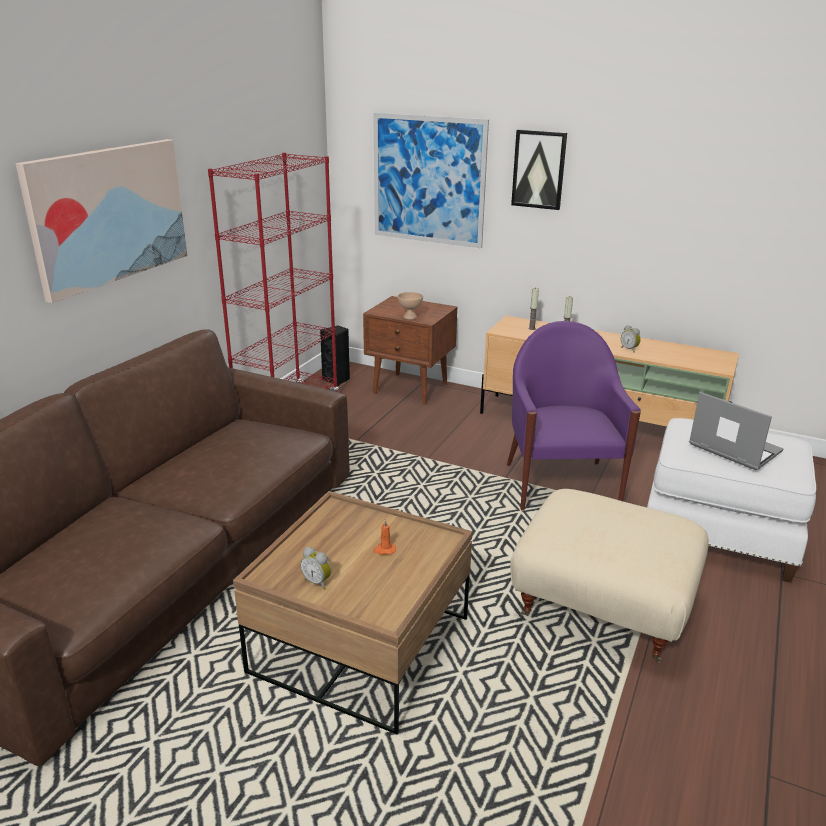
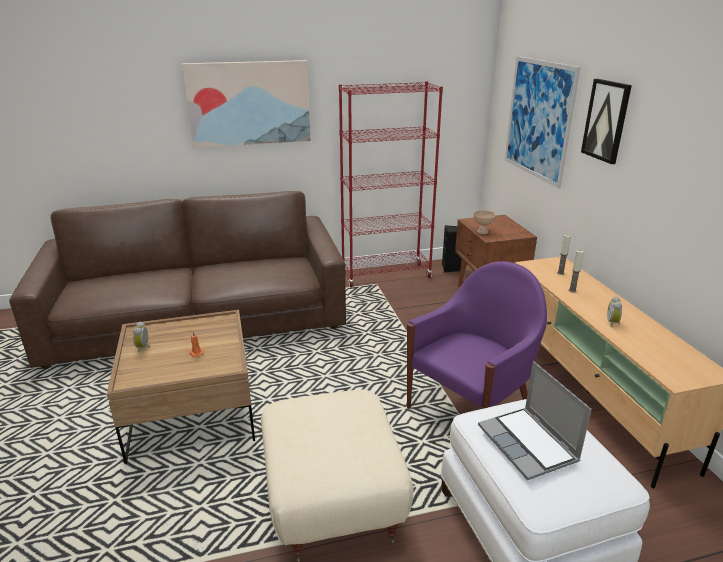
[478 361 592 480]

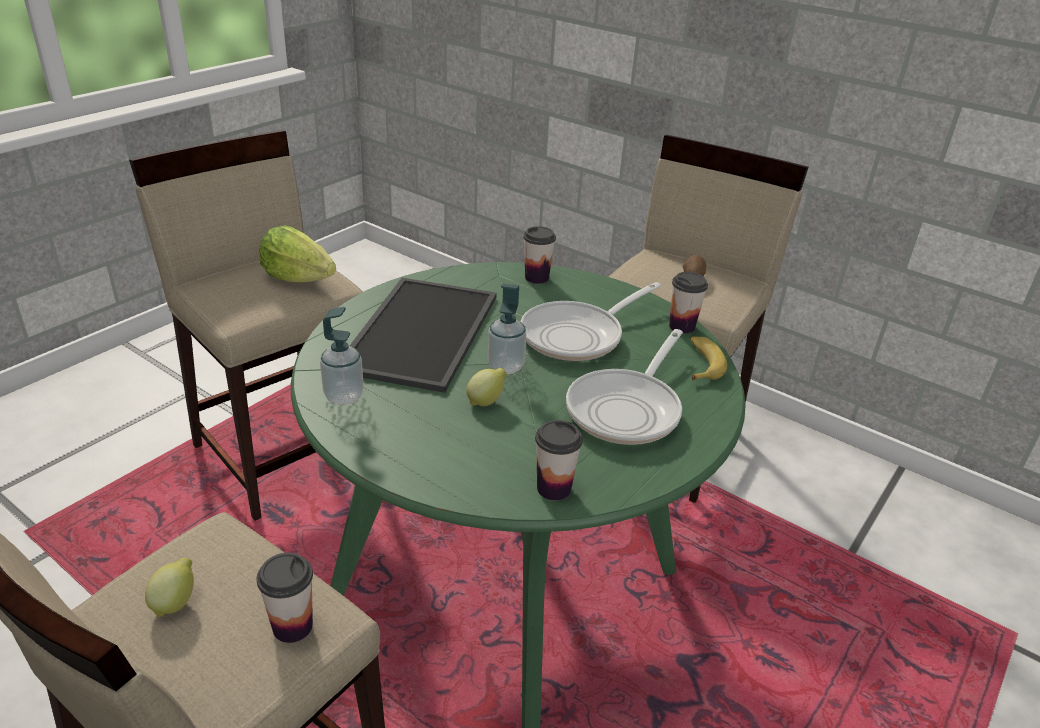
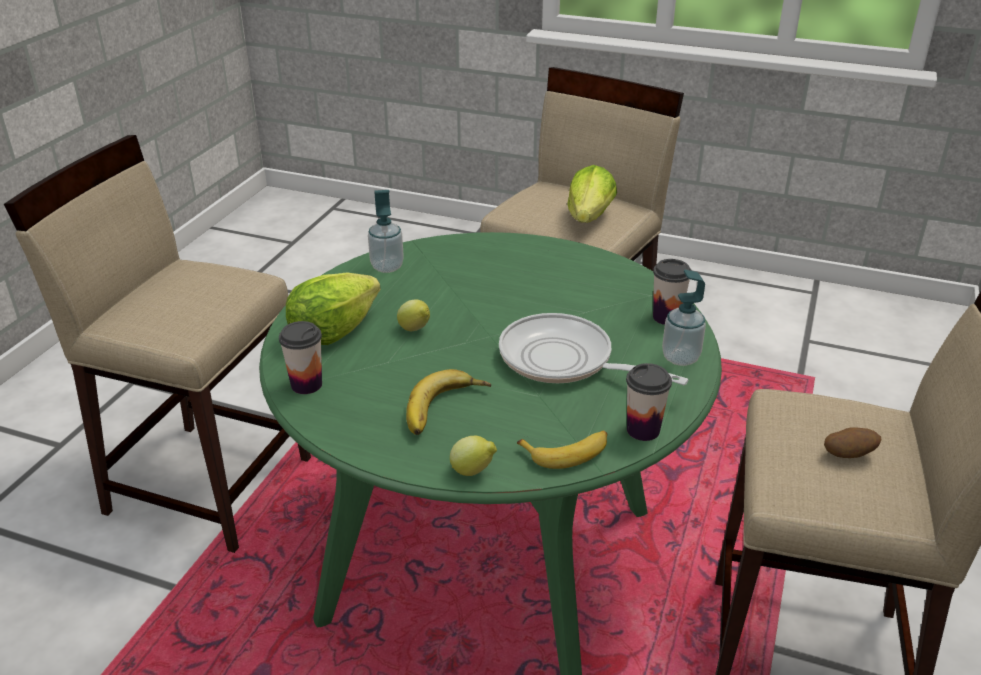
[257 553 313 643] (first image)
[350 278 497 393] (first image)
[286 272 381 345]
[450 436 497 476]
[662 270 706 366]
[406 369 491 435]

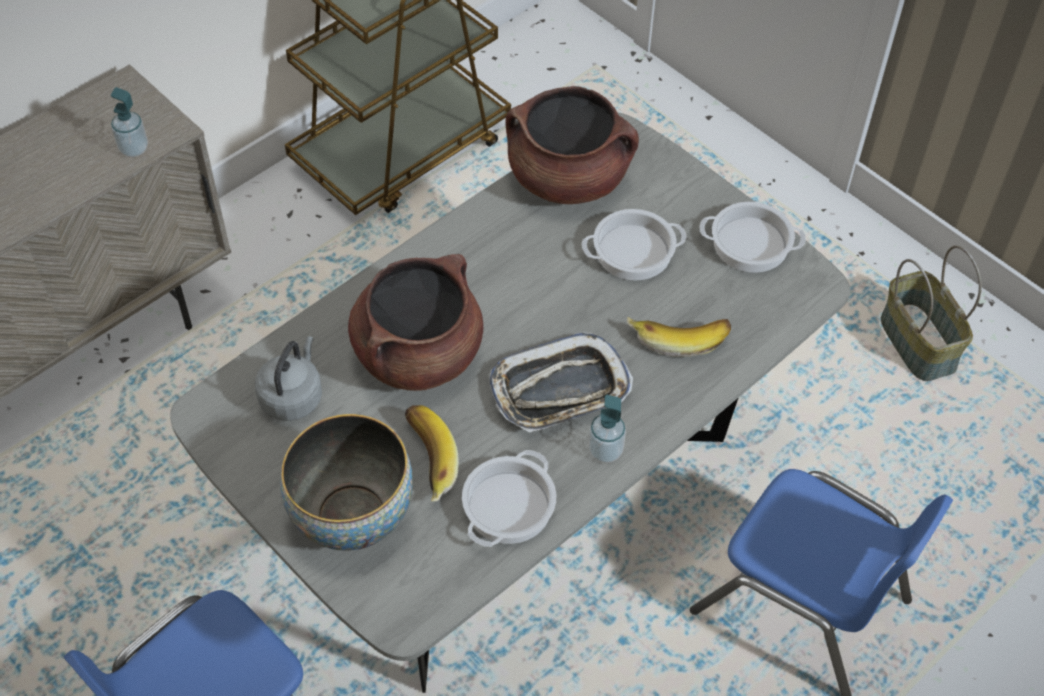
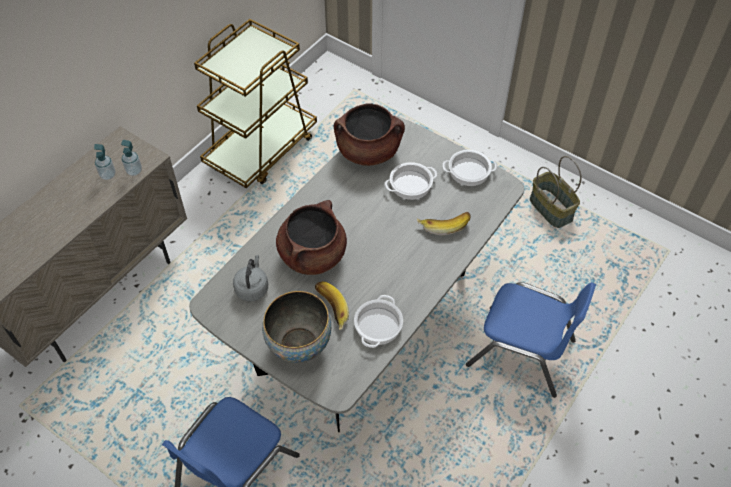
[489 332 633 433] (first image)
[94 144 116 180]

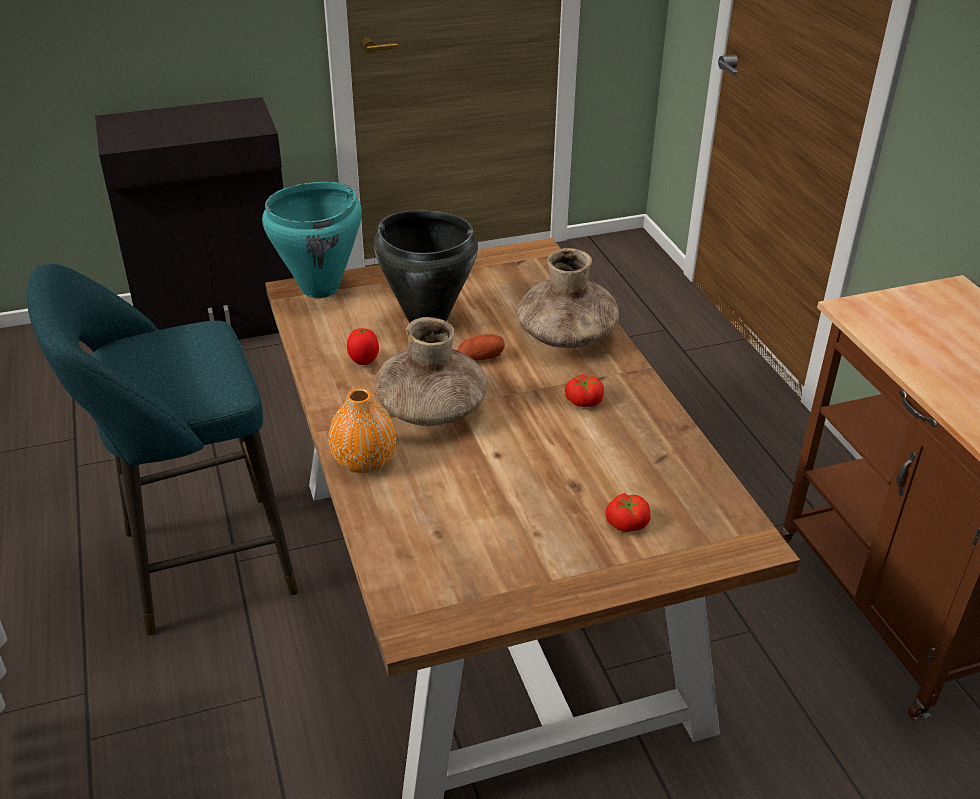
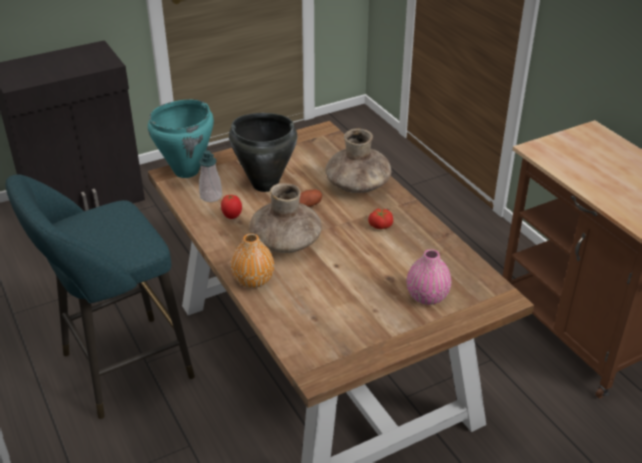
[199 150 222 202]
[406 249 451 305]

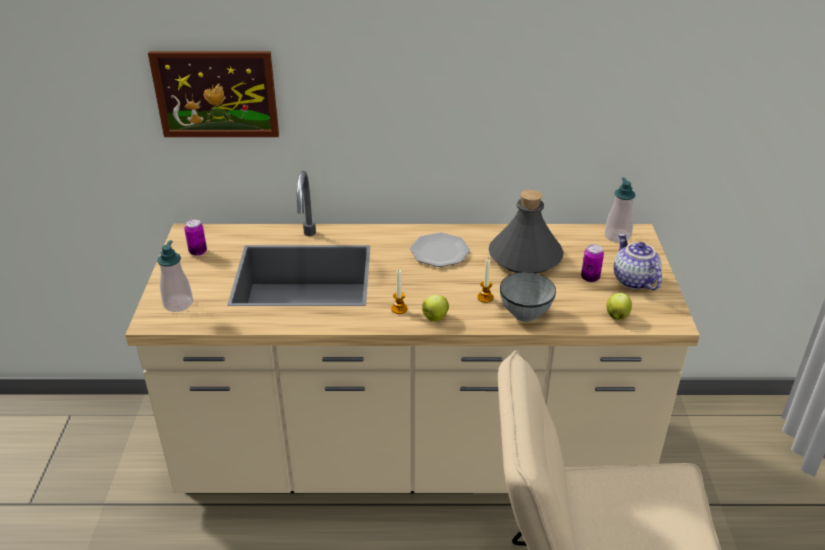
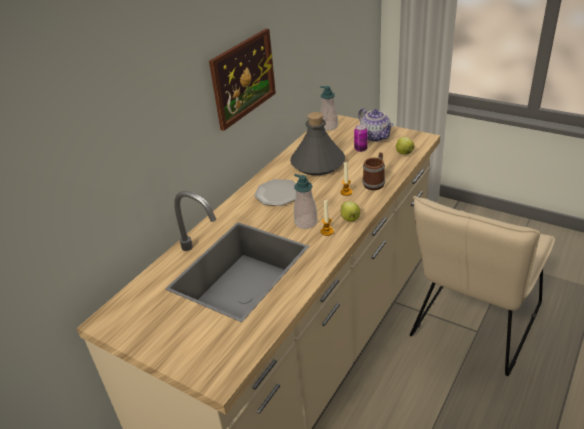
[184 219 207 256] (first image)
[209 29 276 131]
[294 174 317 229]
[362 152 385 190]
[358 108 393 142]

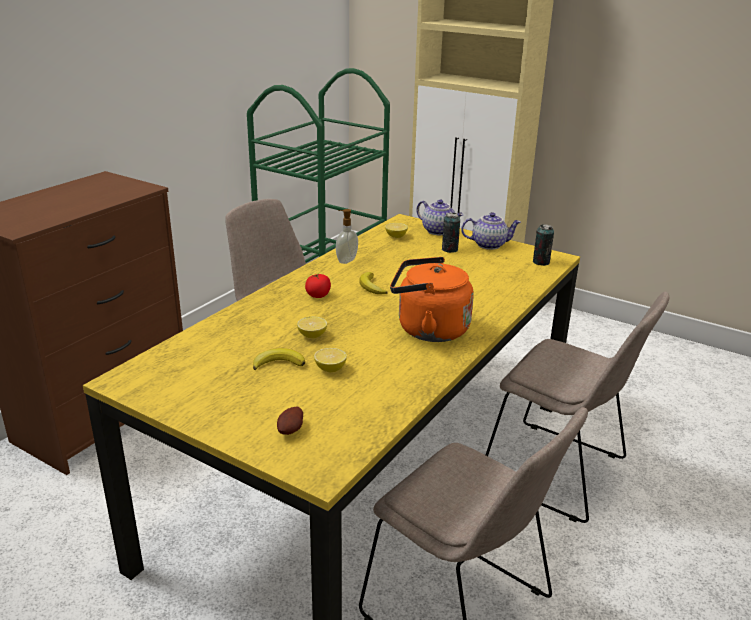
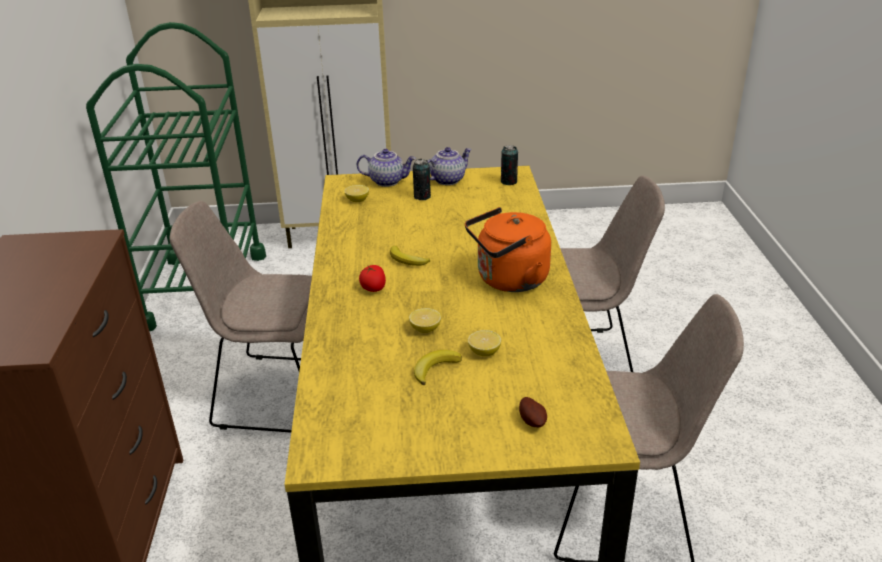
[336 209 358 264] (first image)

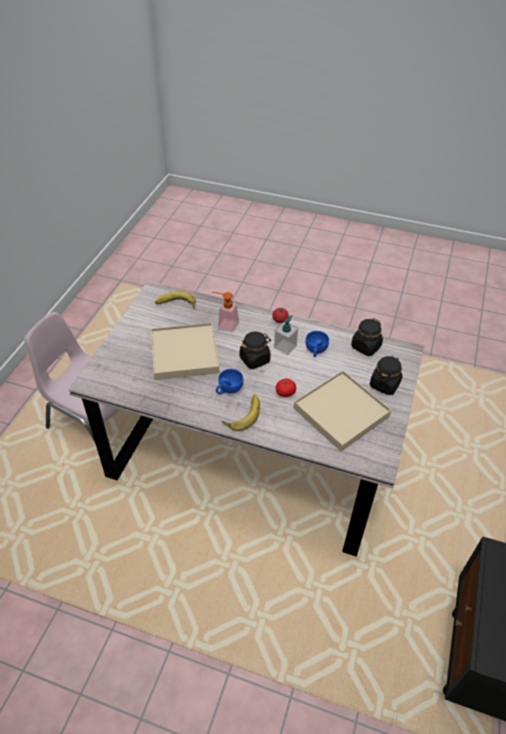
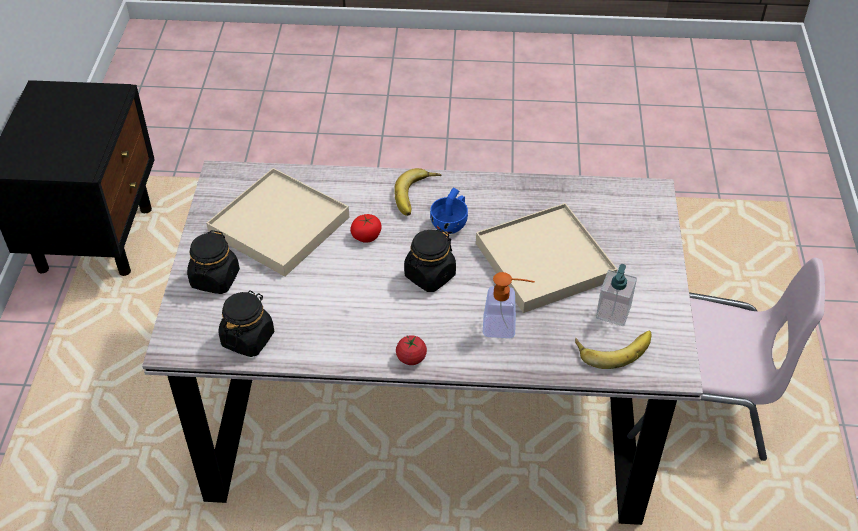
[305 331 329 357] (first image)
[596 264 637 326]

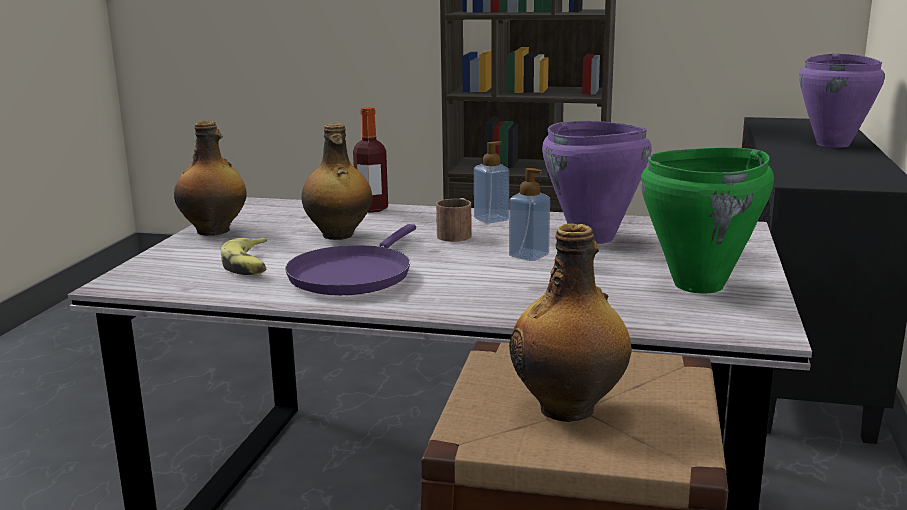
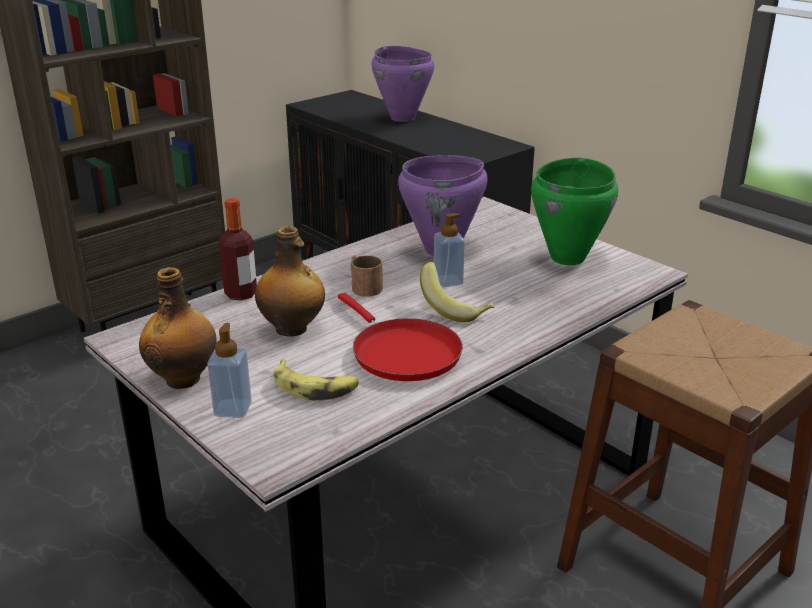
[509 223 632 422] (first image)
[420 262 495 322]
[207 323 252 418]
[338 293 463 381]

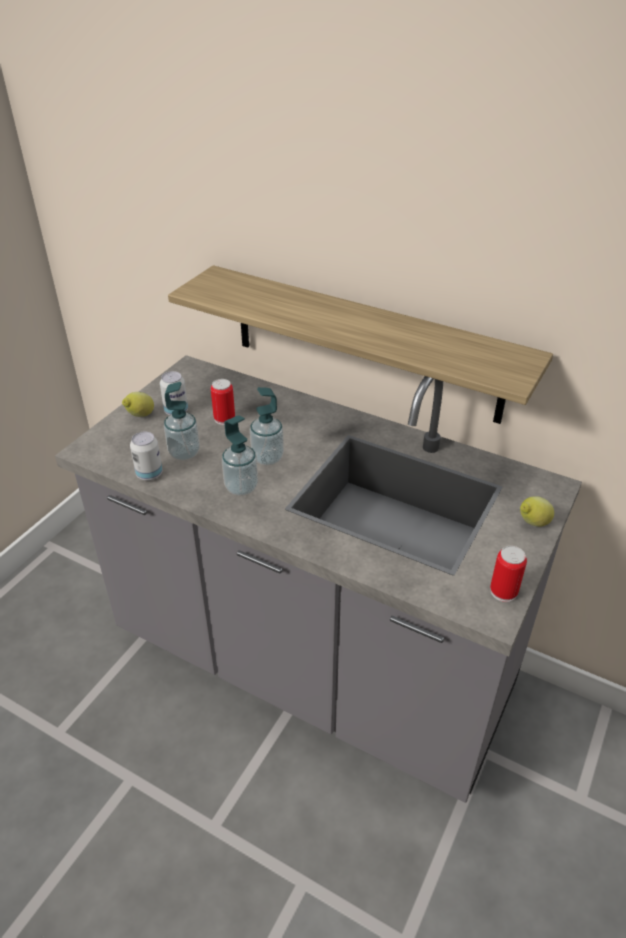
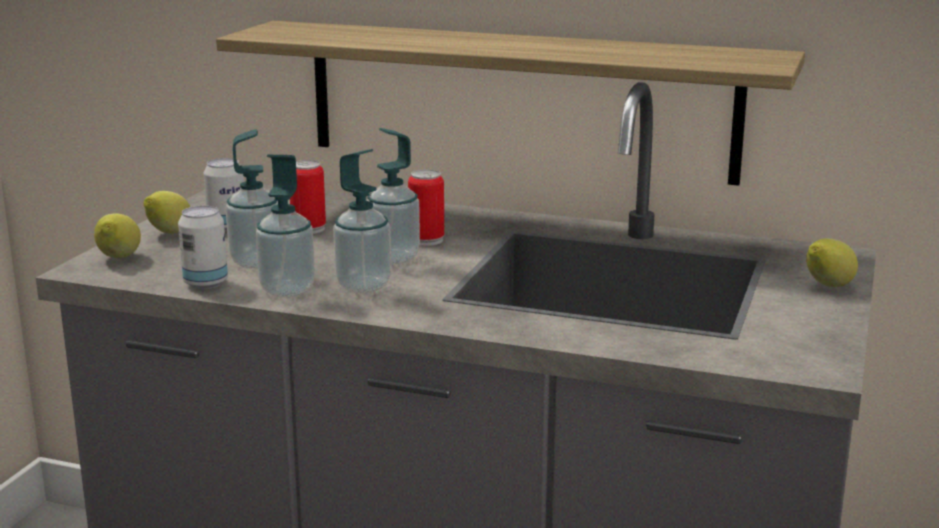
[94 213 141 258]
[256 155 315 297]
[408 169 444 246]

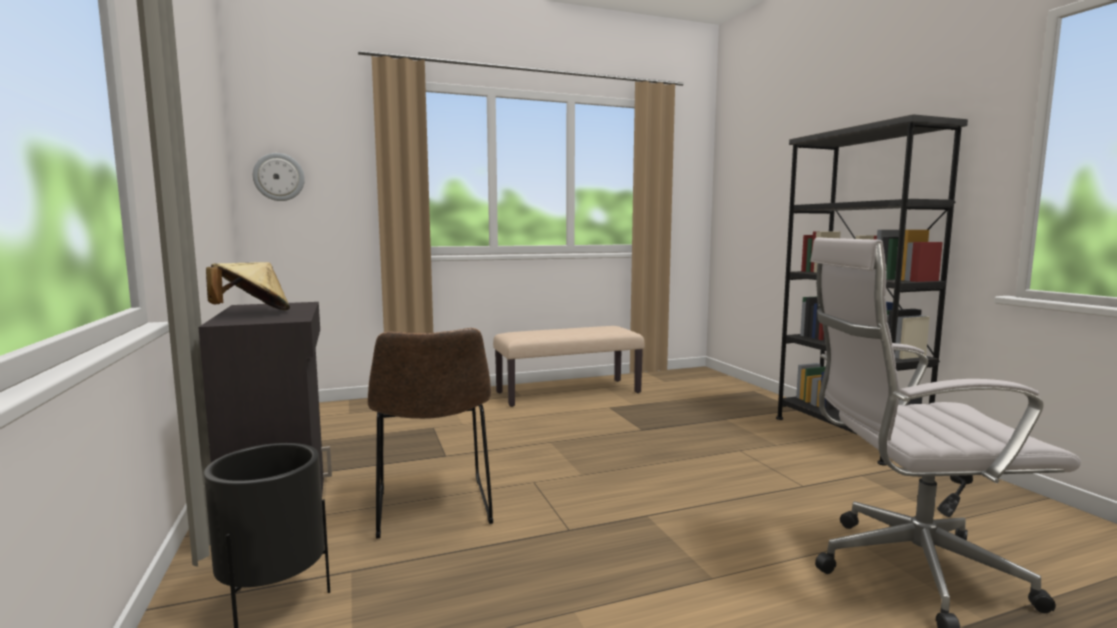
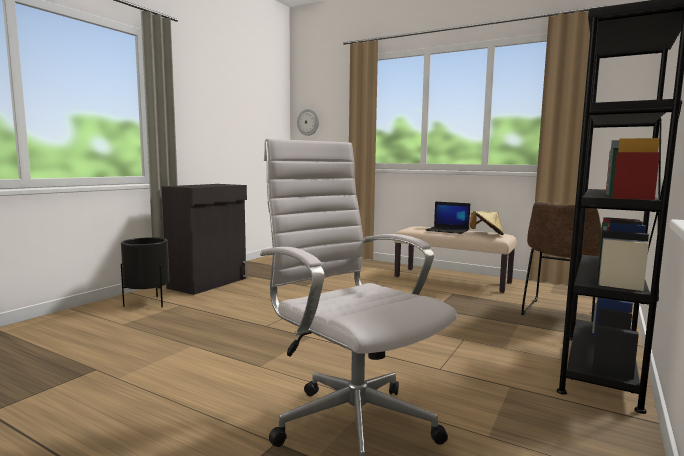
[426 201 470 234]
[470 211 504 235]
[521 201 602 322]

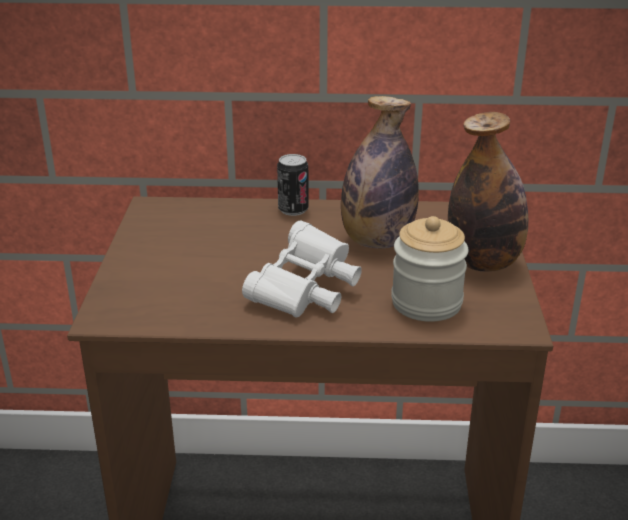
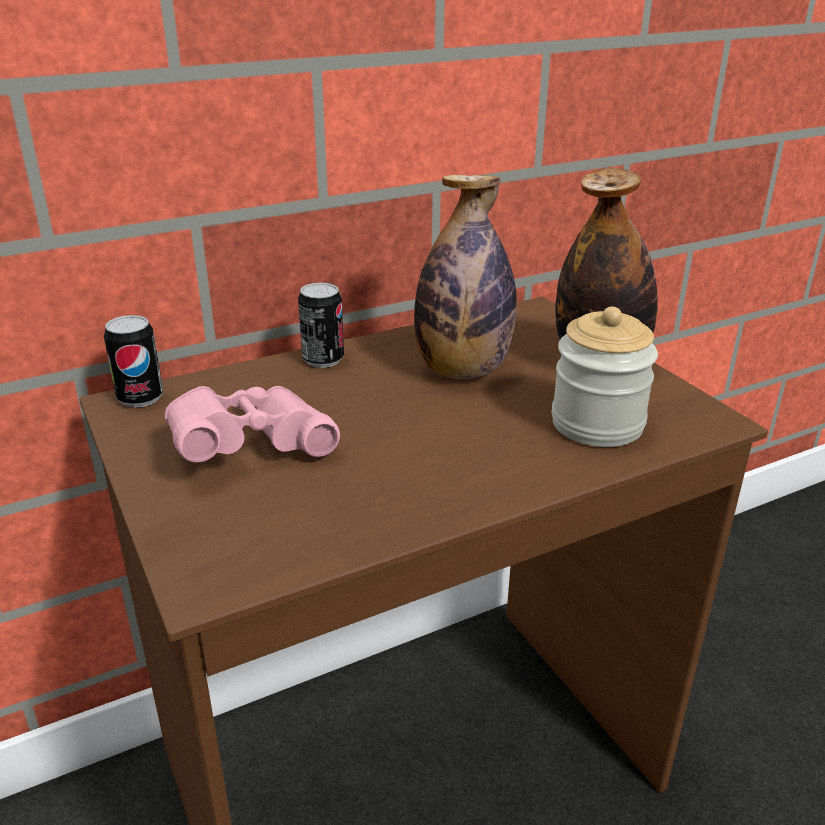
[242 221 362 318] (first image)
[104 315 163 408]
[165 386 340 463]

